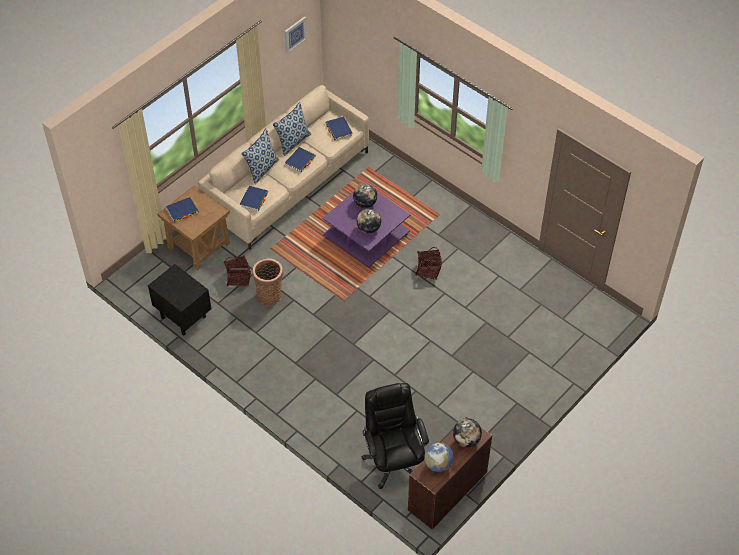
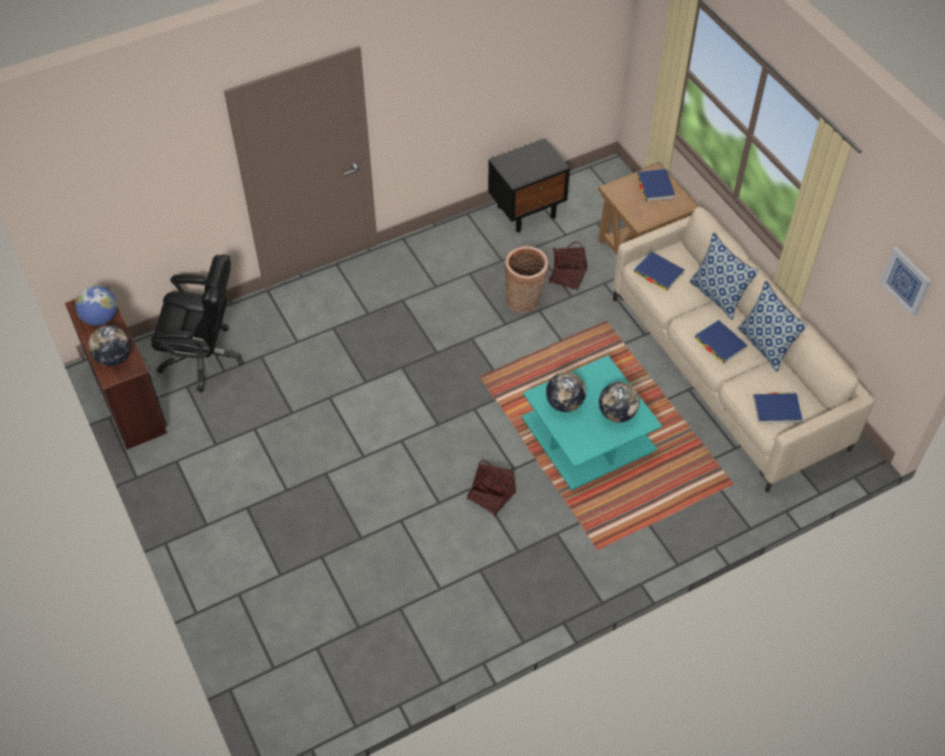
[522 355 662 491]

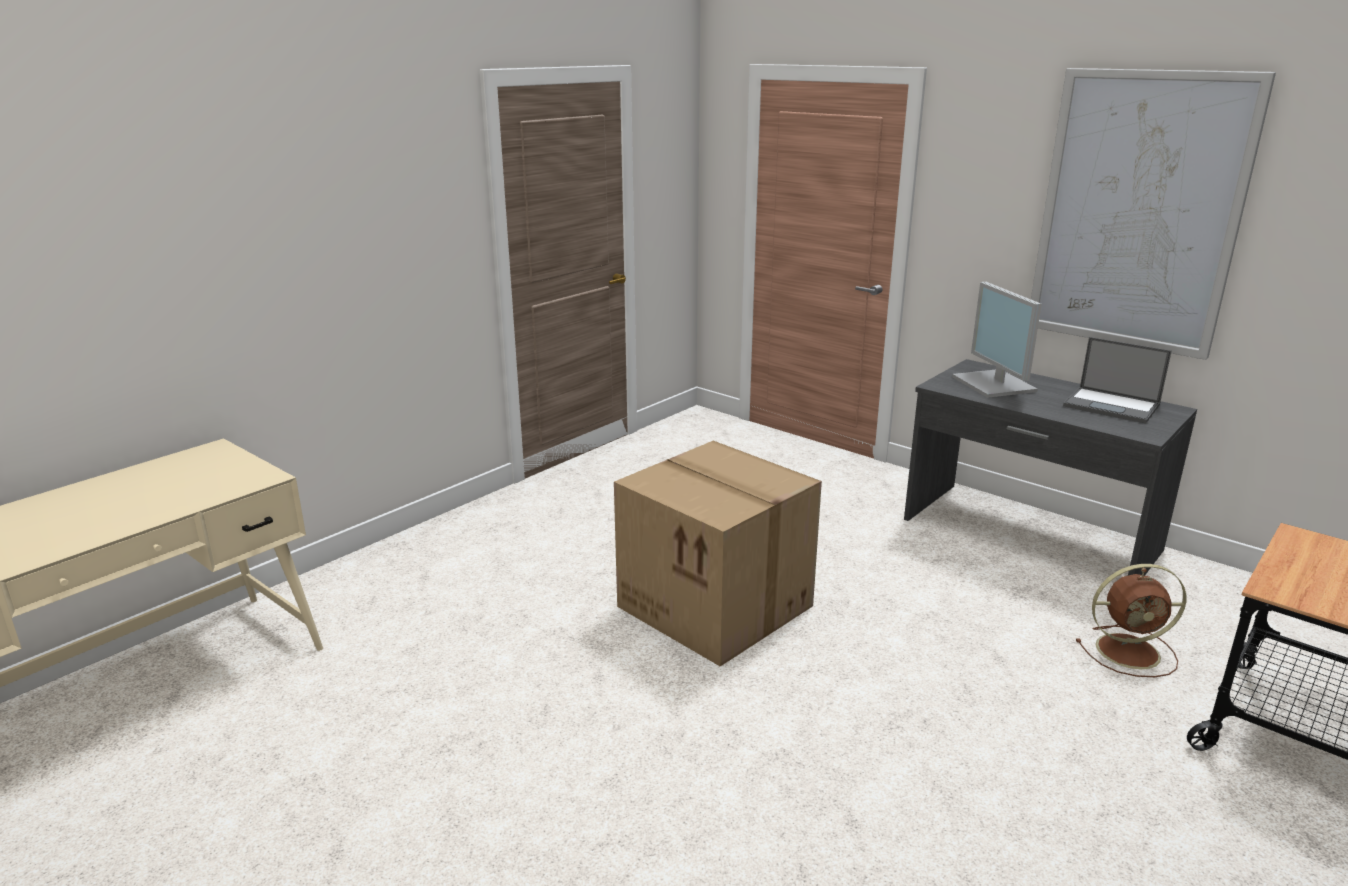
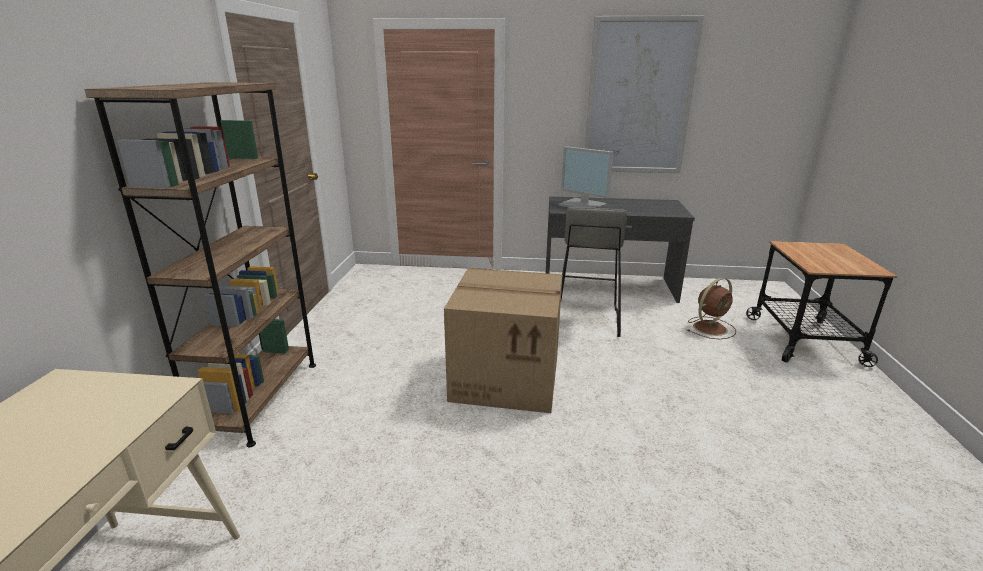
[1063 337 1172 423] (first image)
[84 82 316 447]
[561 207 627 337]

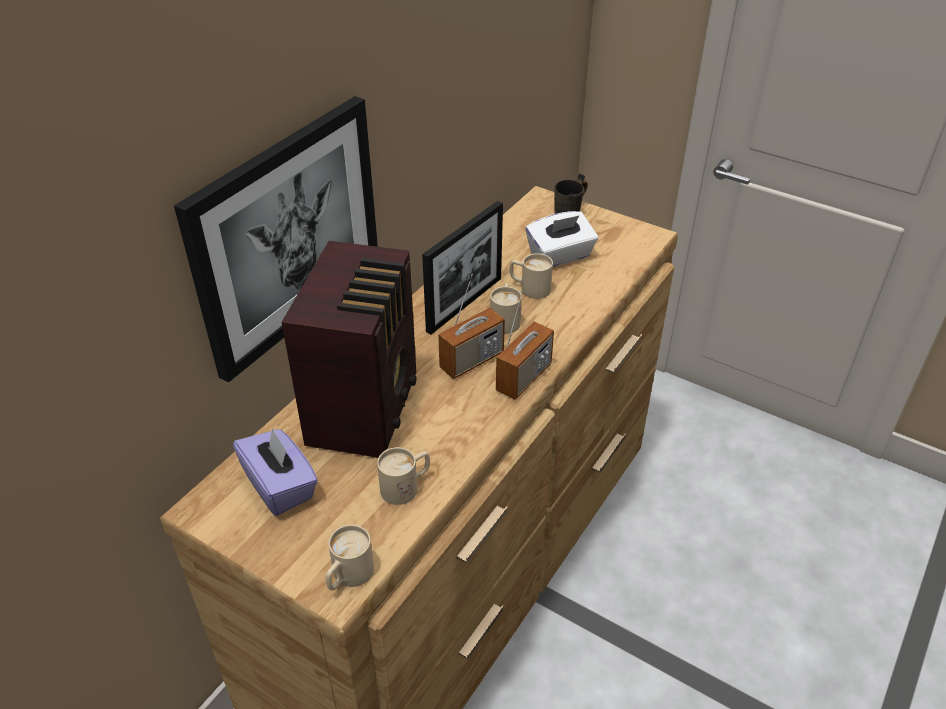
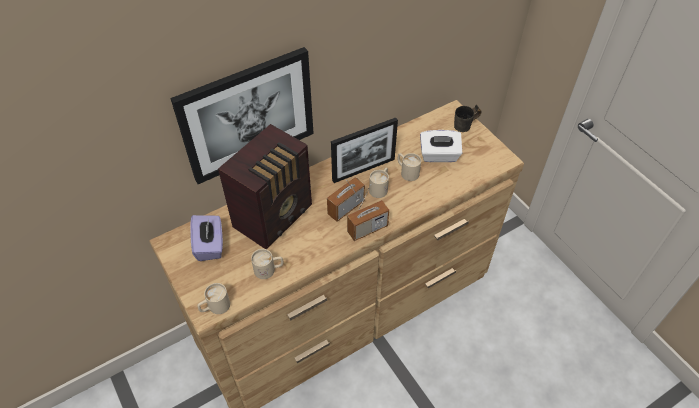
[327 177 365 222]

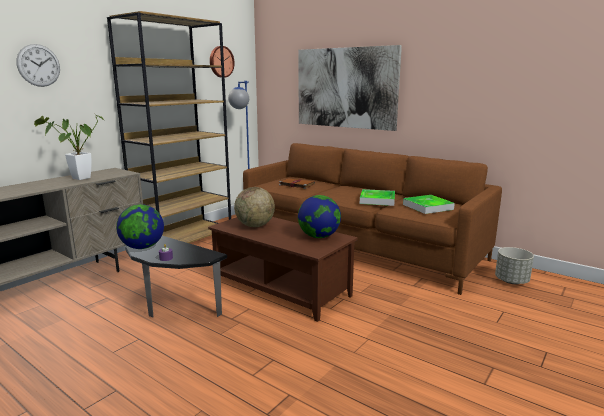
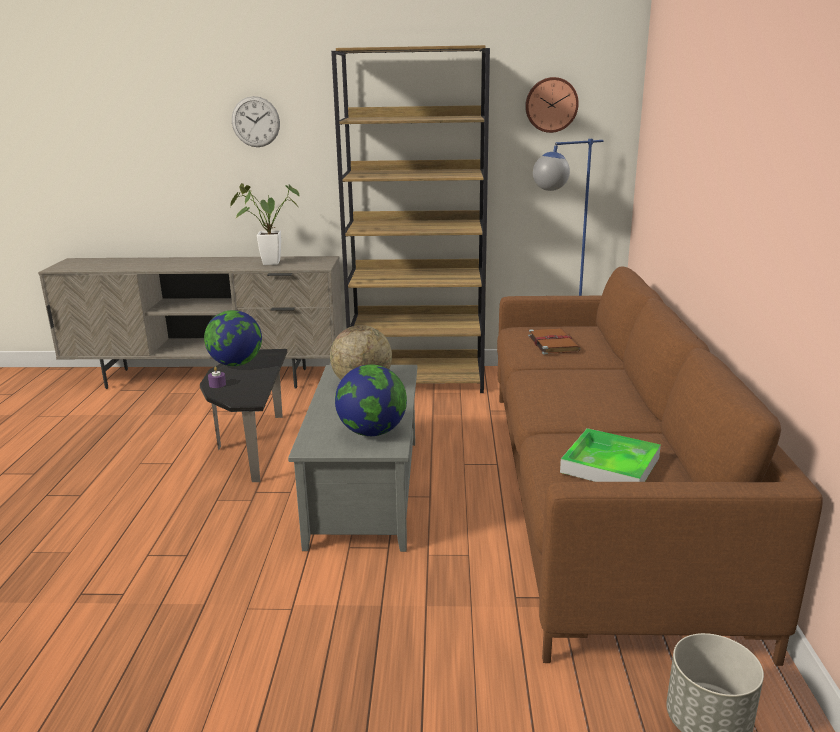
[299 45 402 131] (first image)
[360 189 395 206] (first image)
[288 365 417 552]

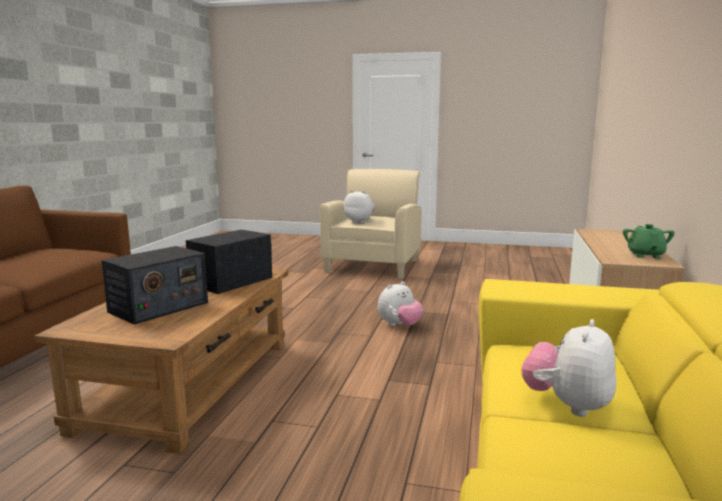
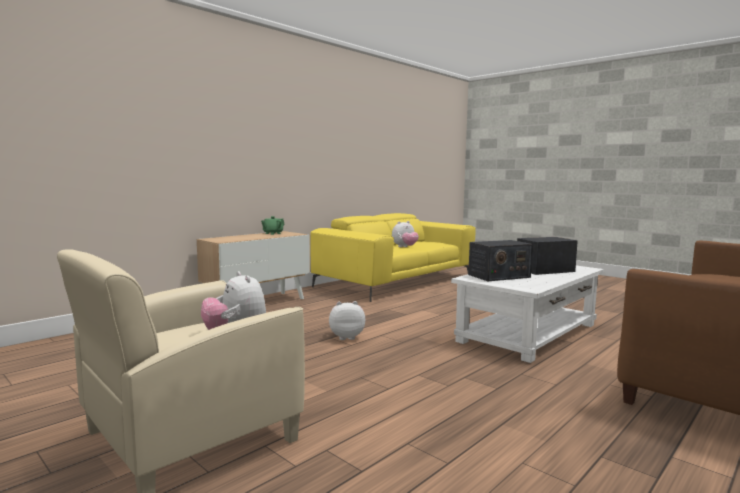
[451 266 604 363]

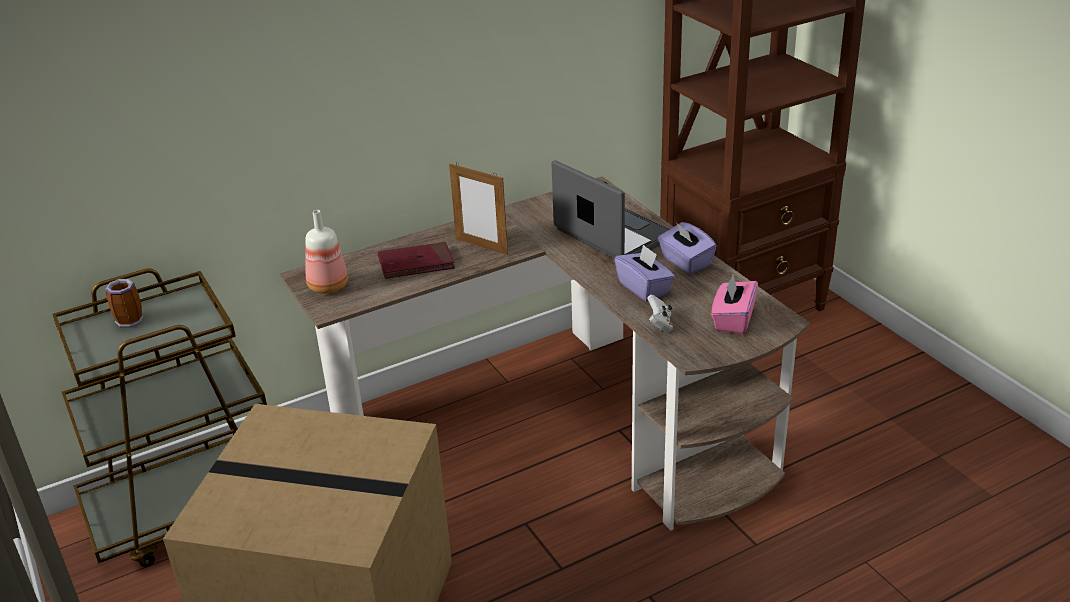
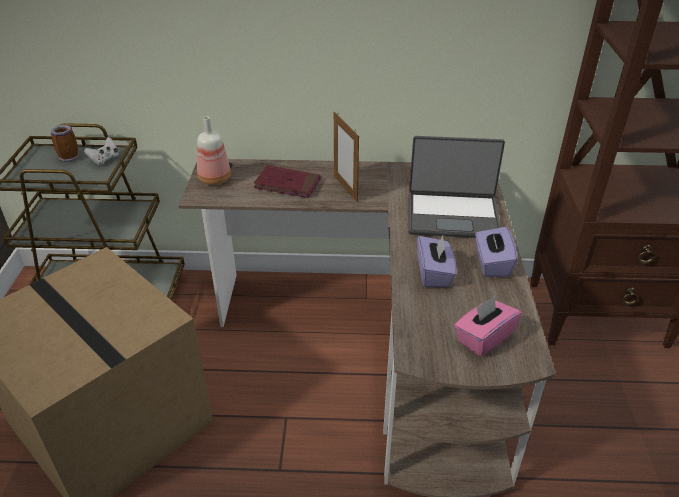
[84 137 119 165]
[408 136 505 238]

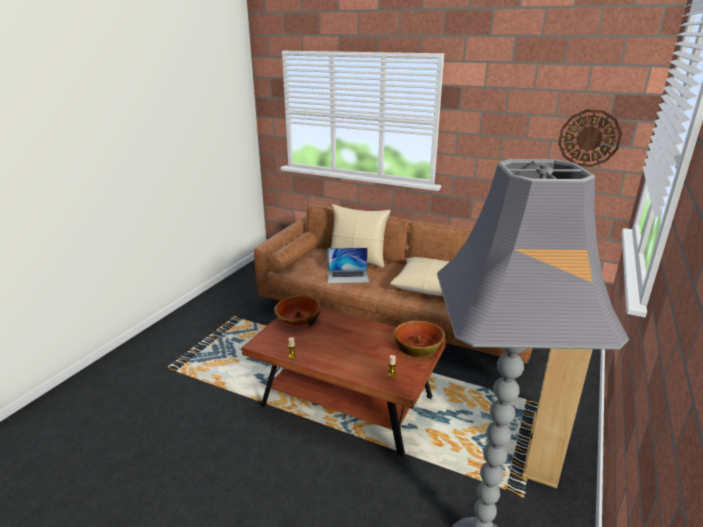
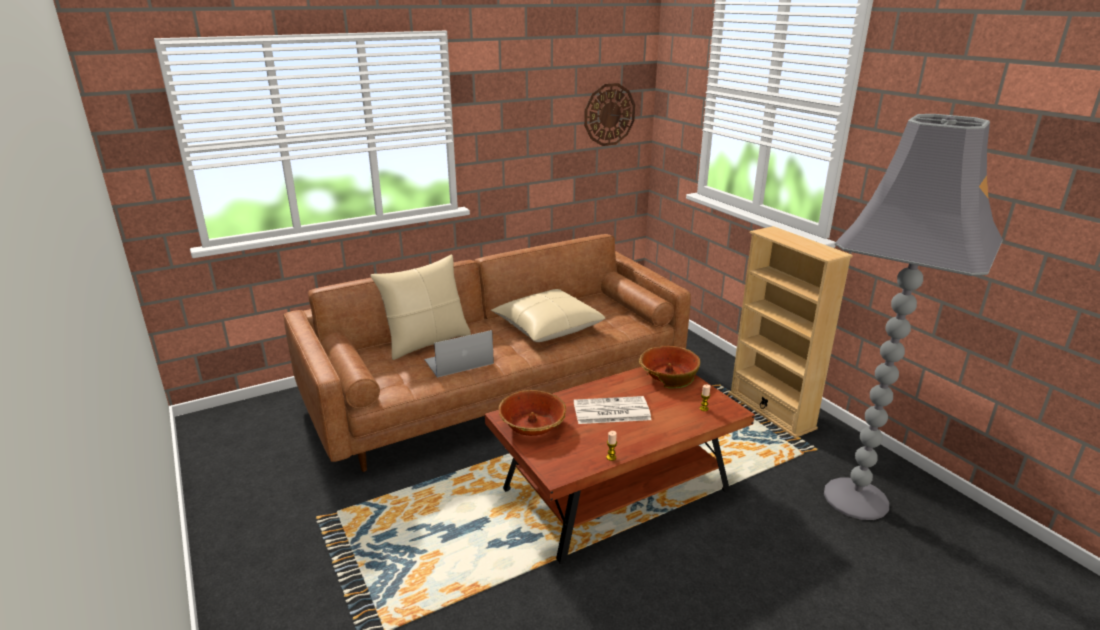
[574 396 651 424]
[424 330 494 378]

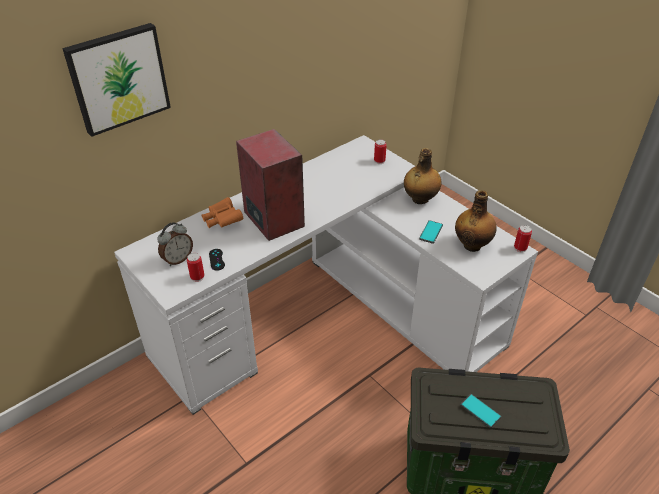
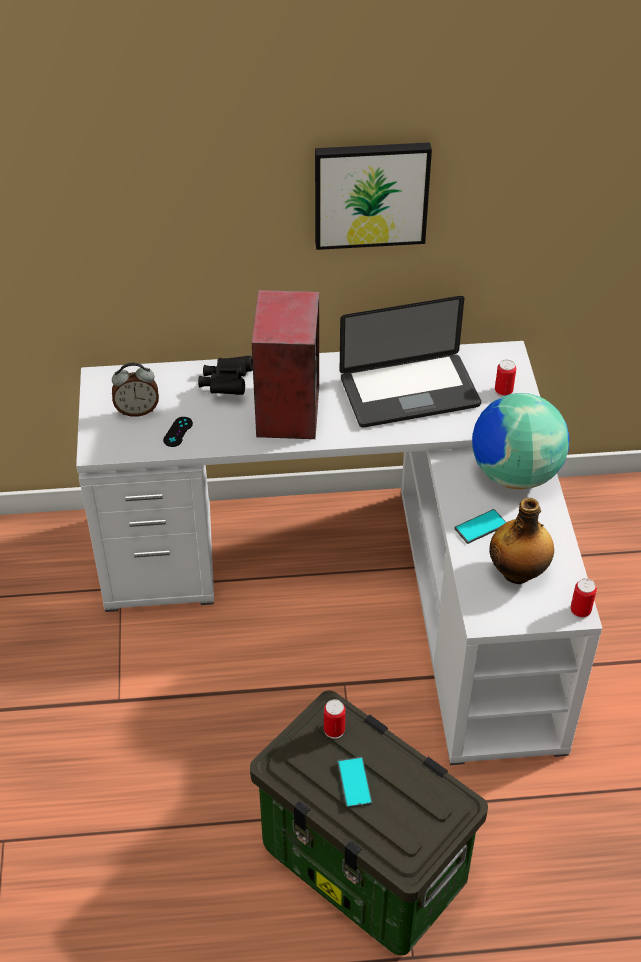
[340 296 481 428]
[315 142 432 250]
[324 699 346 739]
[472 393 569 489]
[198 356 253 395]

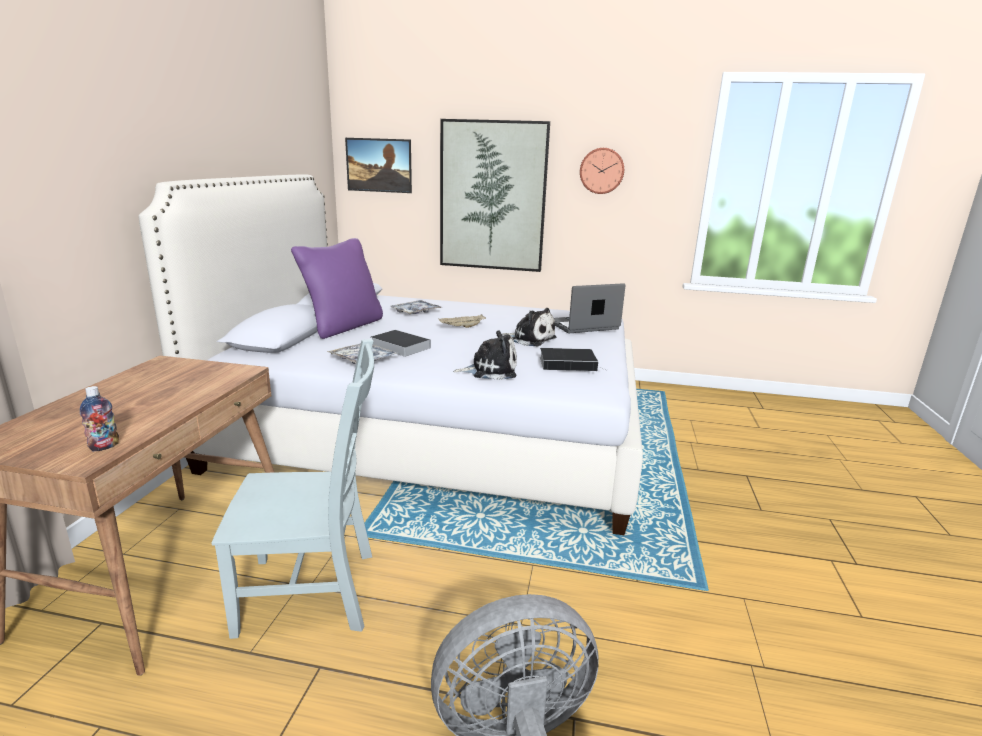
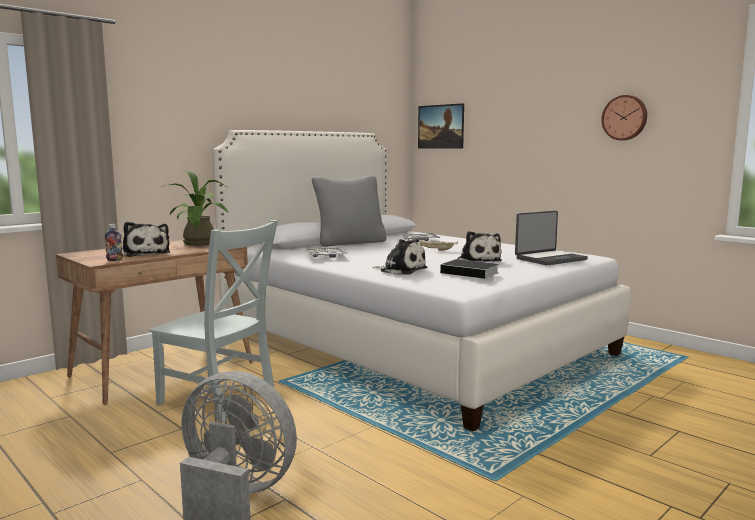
[371 330 431 357] (first image)
[440 119 550 272] (first image)
[123 222 170 257]
[162 170 228 246]
[312 176 387 247]
[515 211 588 265]

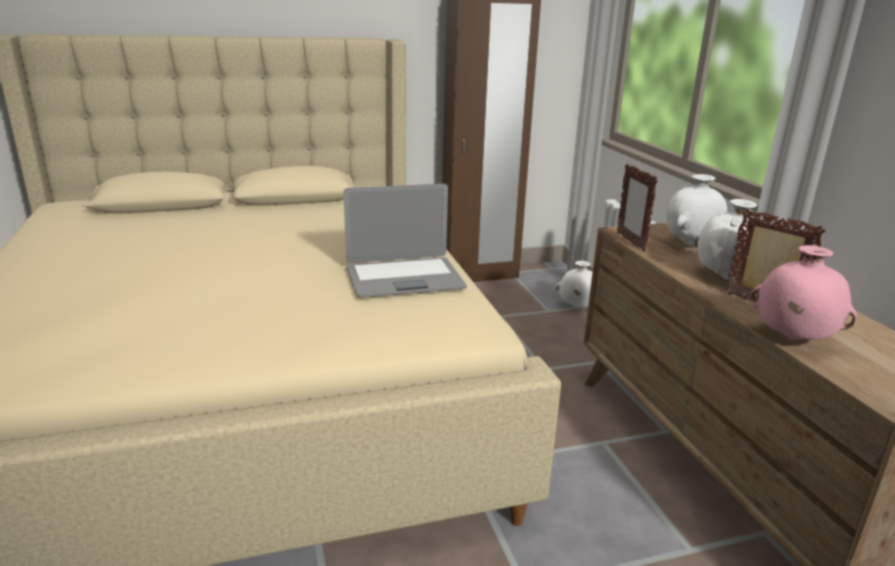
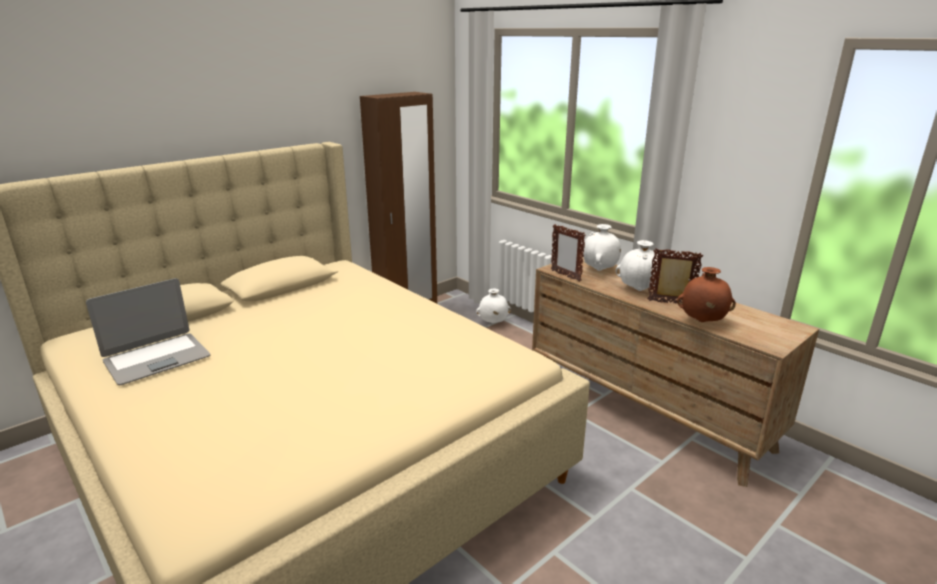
[86 278 210 385]
[677 267 736 322]

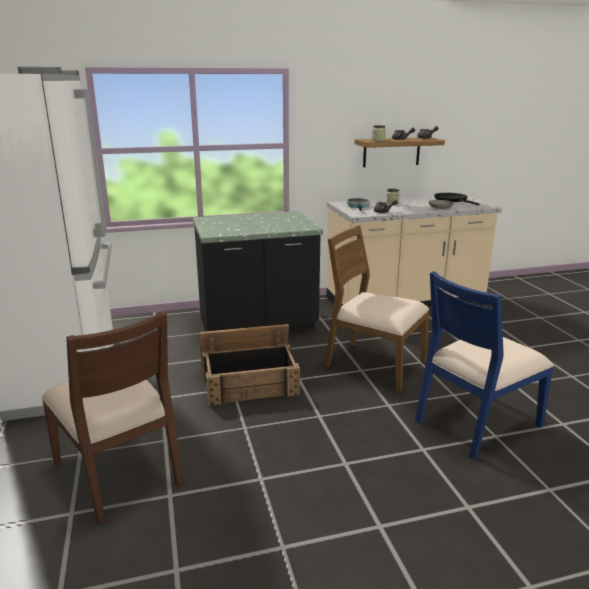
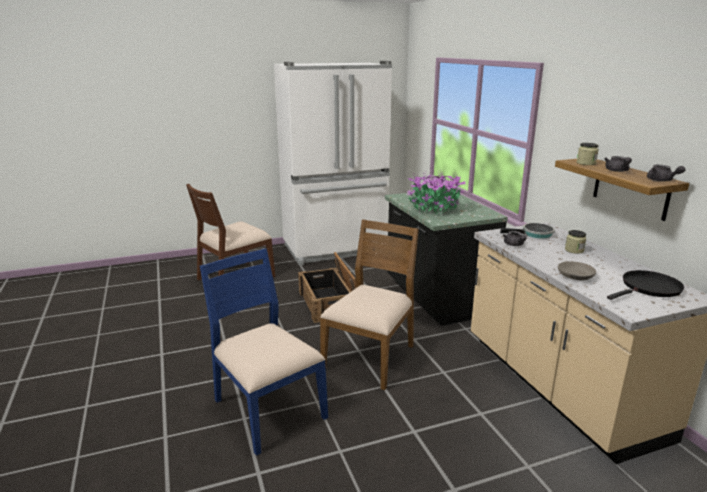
[407 171 465 214]

